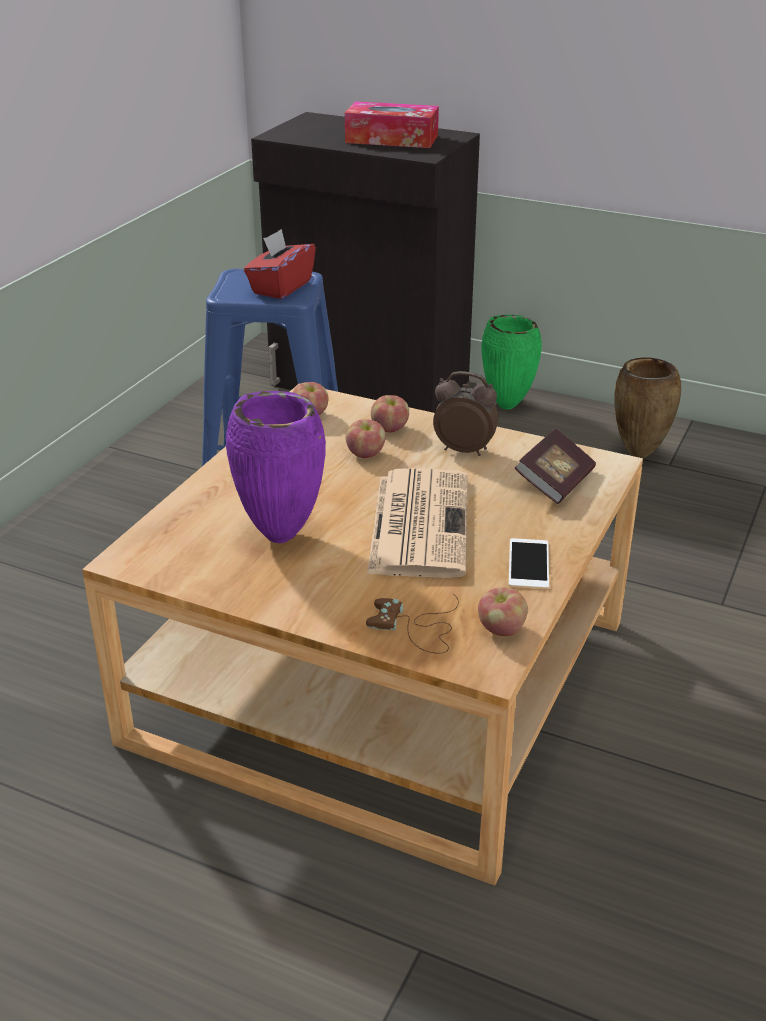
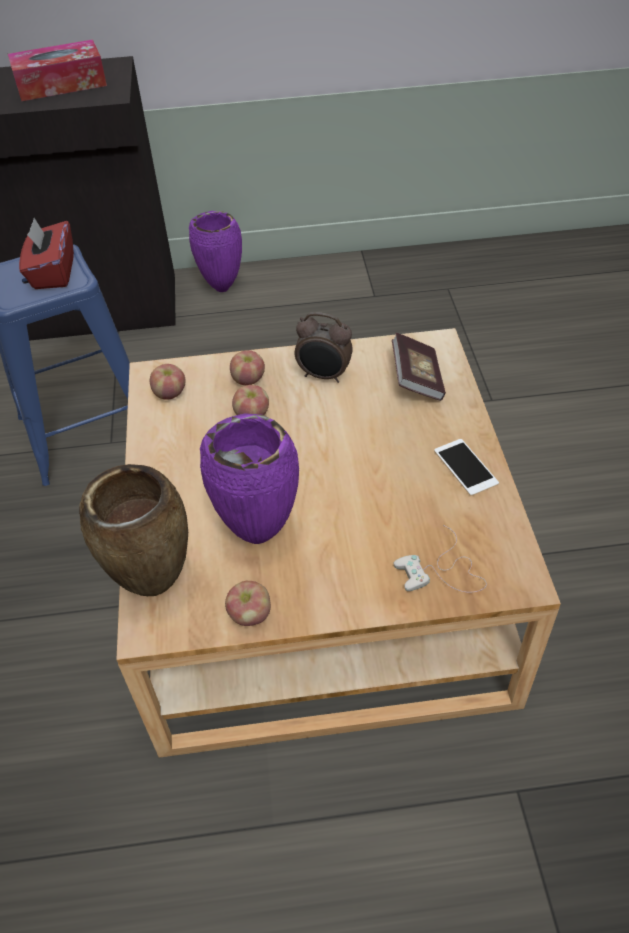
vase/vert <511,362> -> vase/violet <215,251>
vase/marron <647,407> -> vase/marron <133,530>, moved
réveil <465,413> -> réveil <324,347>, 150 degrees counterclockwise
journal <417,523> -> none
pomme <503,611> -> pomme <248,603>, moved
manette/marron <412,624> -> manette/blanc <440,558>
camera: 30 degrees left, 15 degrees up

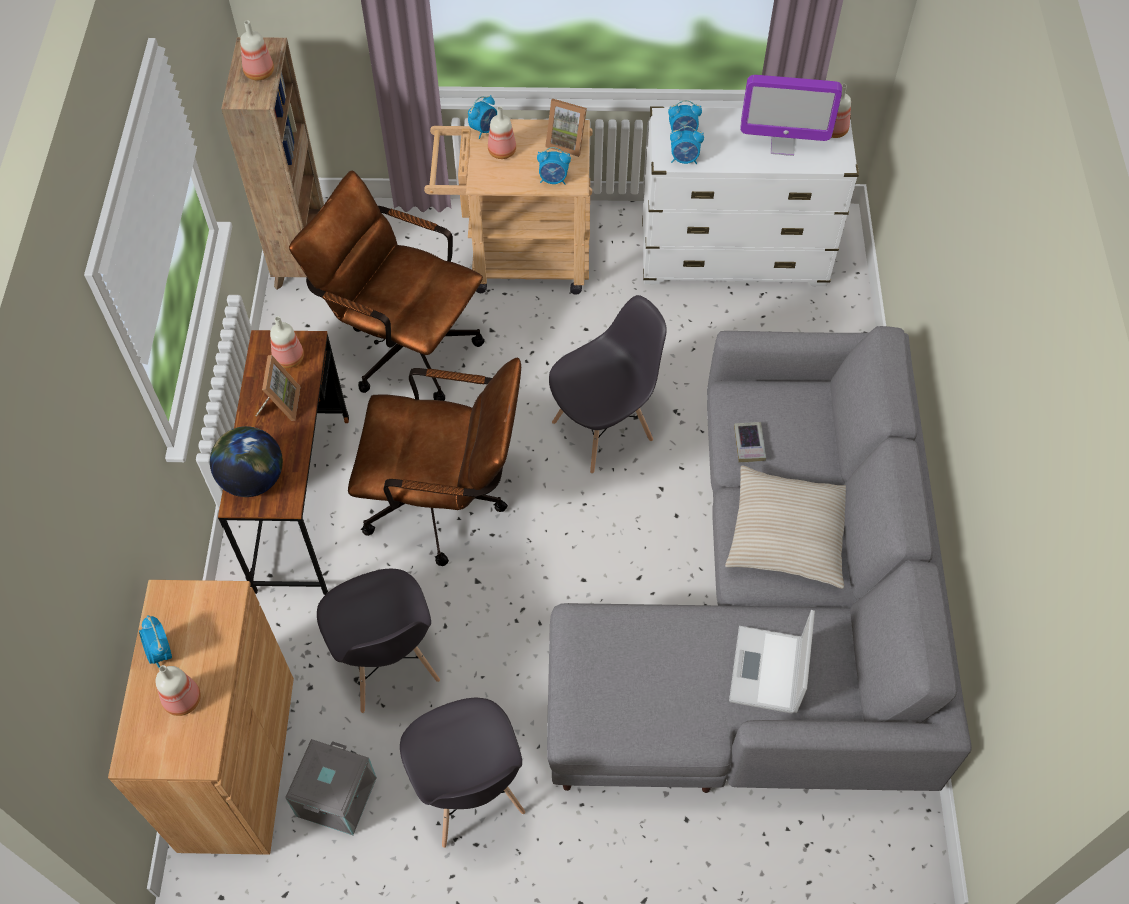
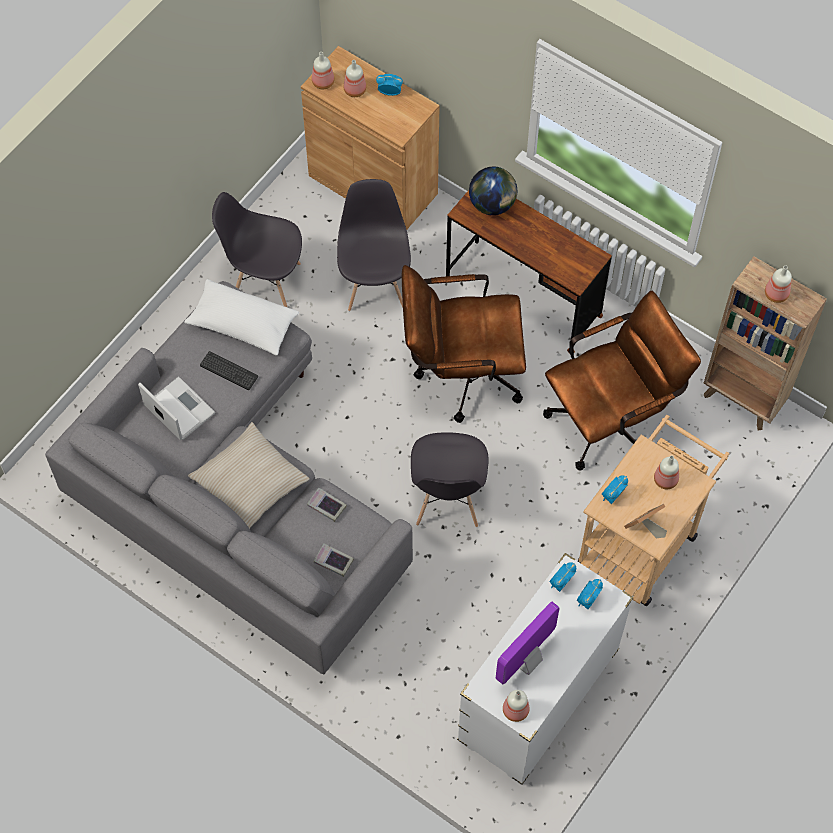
réveil <482,117> -> none
bouteille <287,342> -> bouteille <323,70>, moved
cadre photo <278,388> -> none
chaise de bureau/marron <434,462> -> chaise de bureau/marron <464,344>, 45 degrees clockwise
chaise/gris <378,641> -> chaise/gris <374,245>, 75 degrees clockwise
boîte de rangement/gris <331,787> -> none
none -> coussin/blanc <241,317>
none -> clavier <229,370>
none -> livre <334,560>
camera: 125 degrees right, 5 degrees up

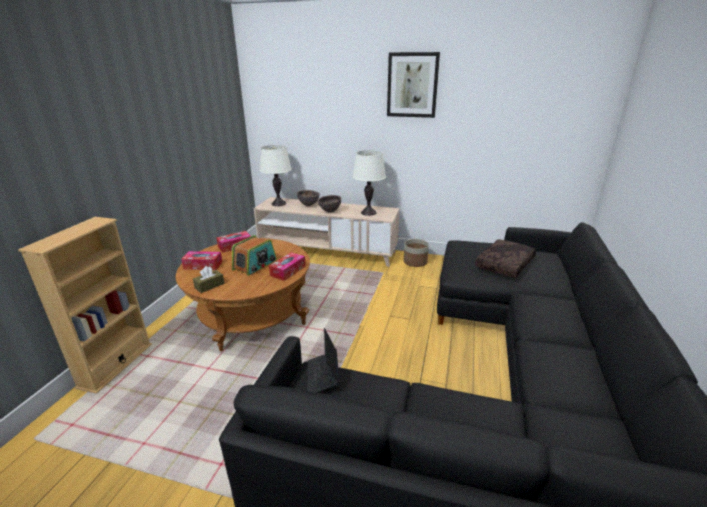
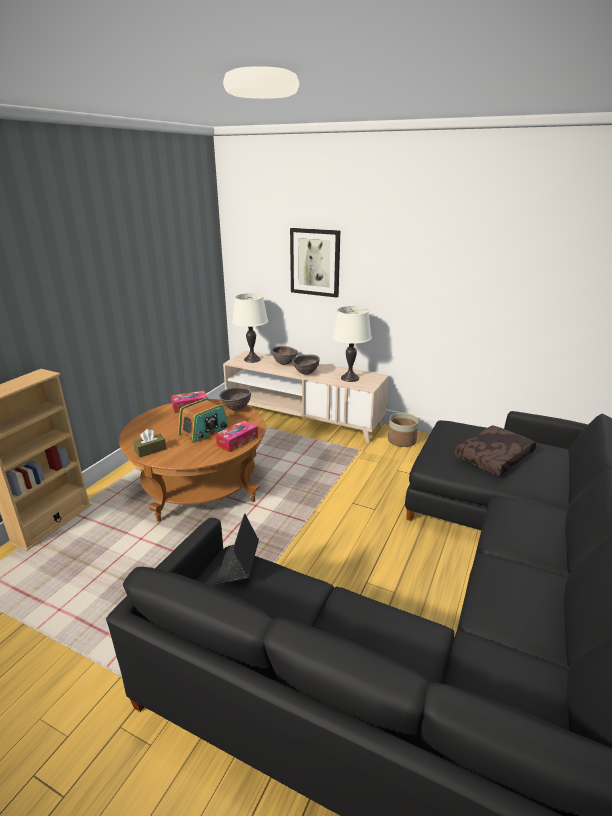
tableau <413,85> -> tableau <315,263>, moved
boîte à mouchoirs <201,260> -> none
none -> bol/marron <235,399>
camera: 10 degrees right, 0 degrees up

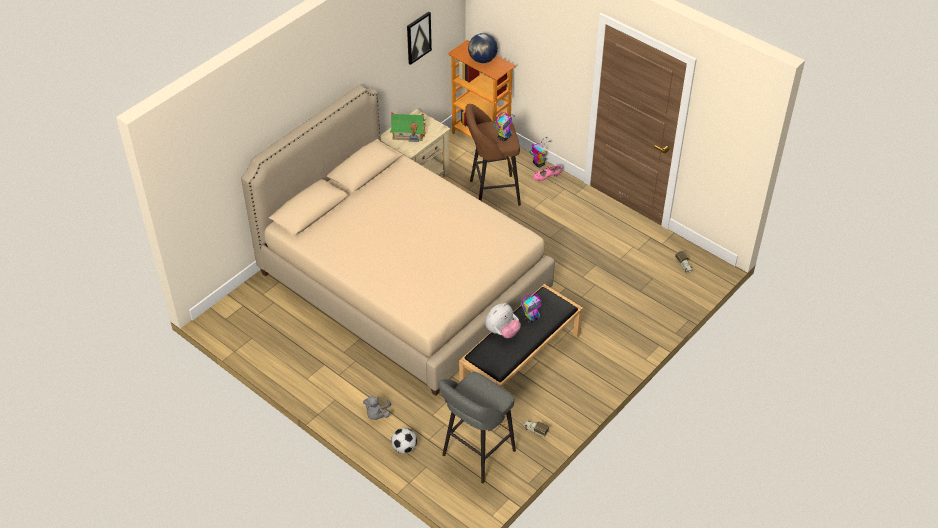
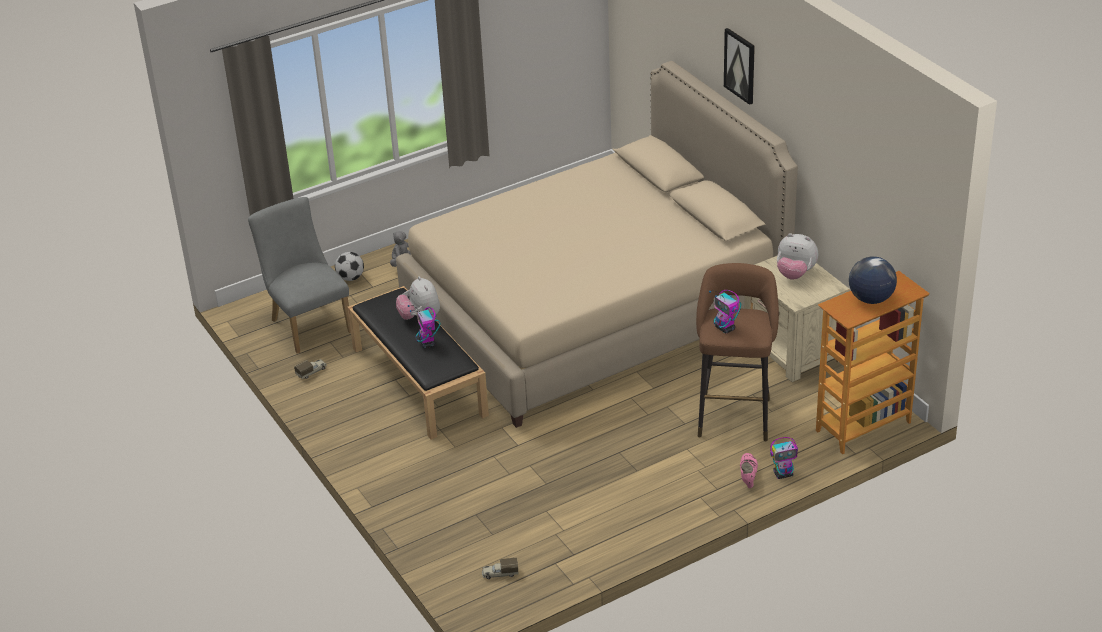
tableau <419,38> -> tableau <739,66>, moved
maison miniature <408,127> -> peluche <797,256>
tabouret/gris <477,427> -> chaise/gris <299,275>
camera: 110 degrees right, 10 degrees down

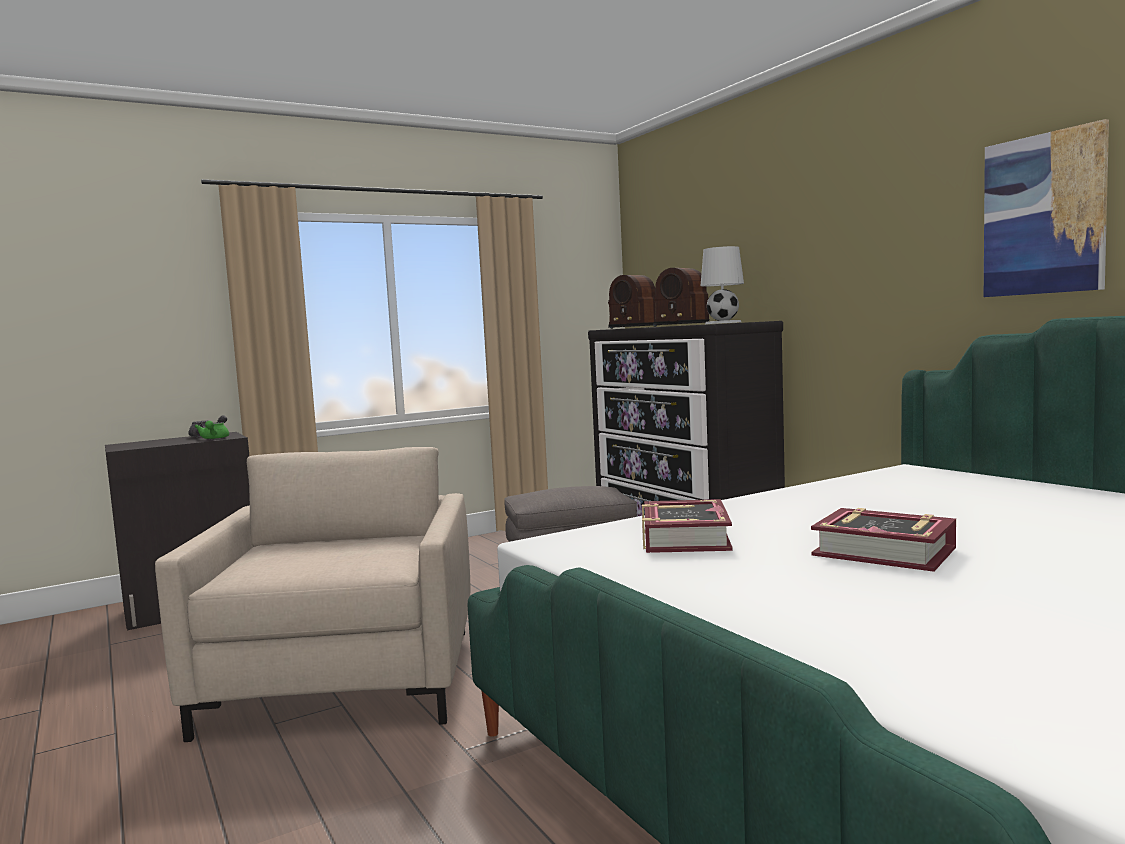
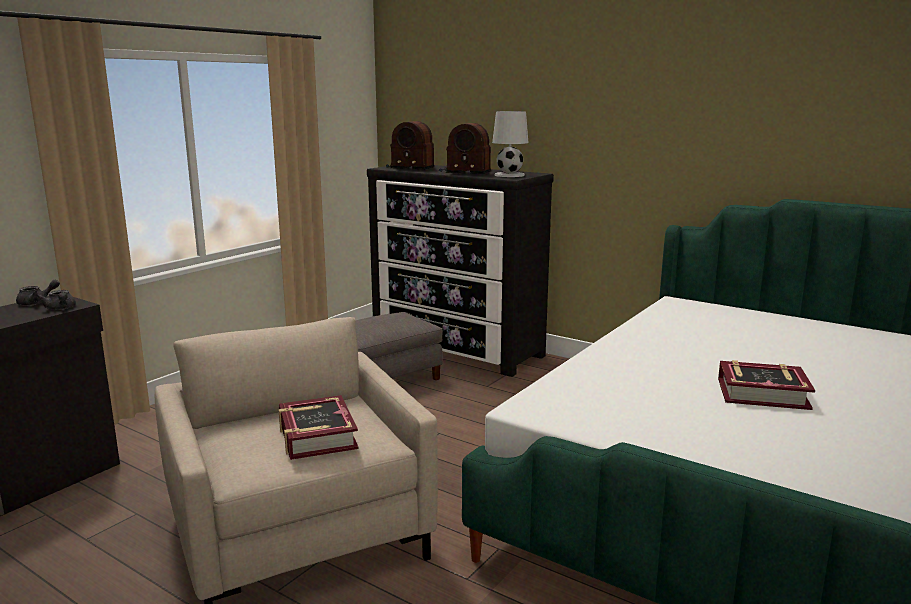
tableau <1046,208> -> none
théière/vert <211,430> -> théière/gris <57,300>
livre <687,526> -> livre <318,427>, moved
camera: 25 degrees left, 10 degrees up

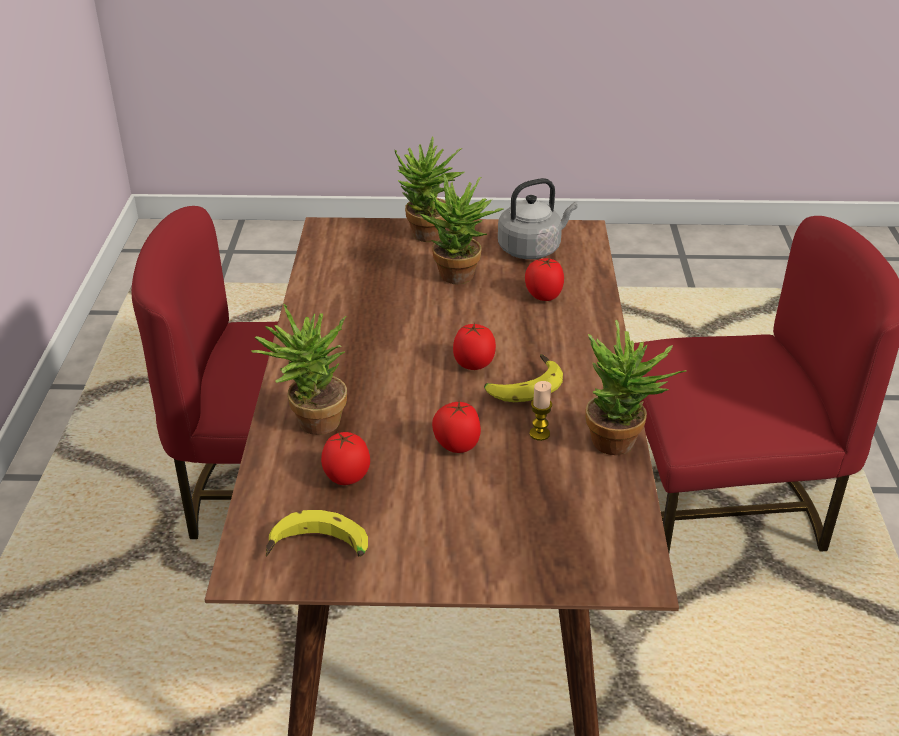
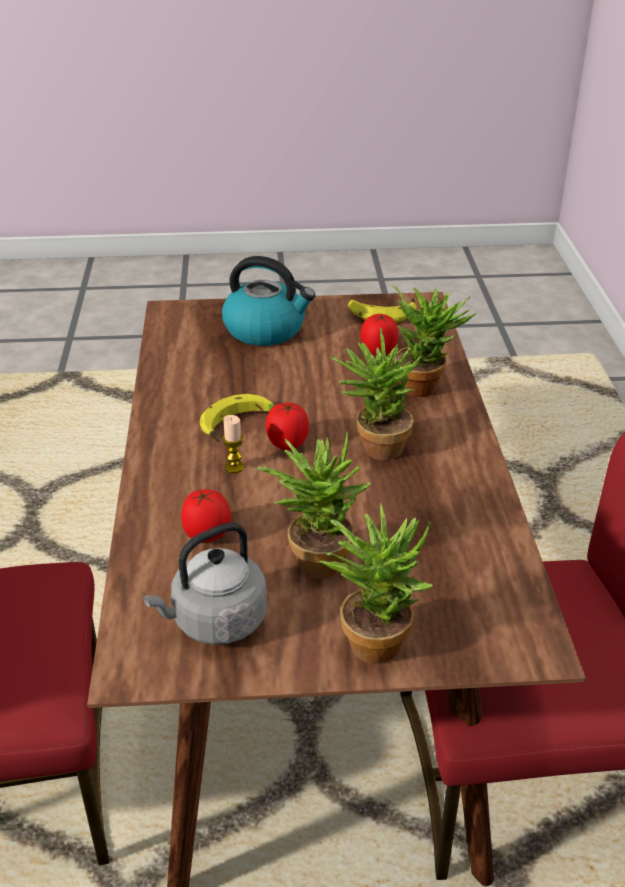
plante en pot <636,387> -> plante en pot <376,393>, moved
bougie <541,411> -> bougie <233,444>, moved
tomate <456,427> -> none
none -> bouilloire <268,301>
camera: 175 degrees right, 0 degrees up

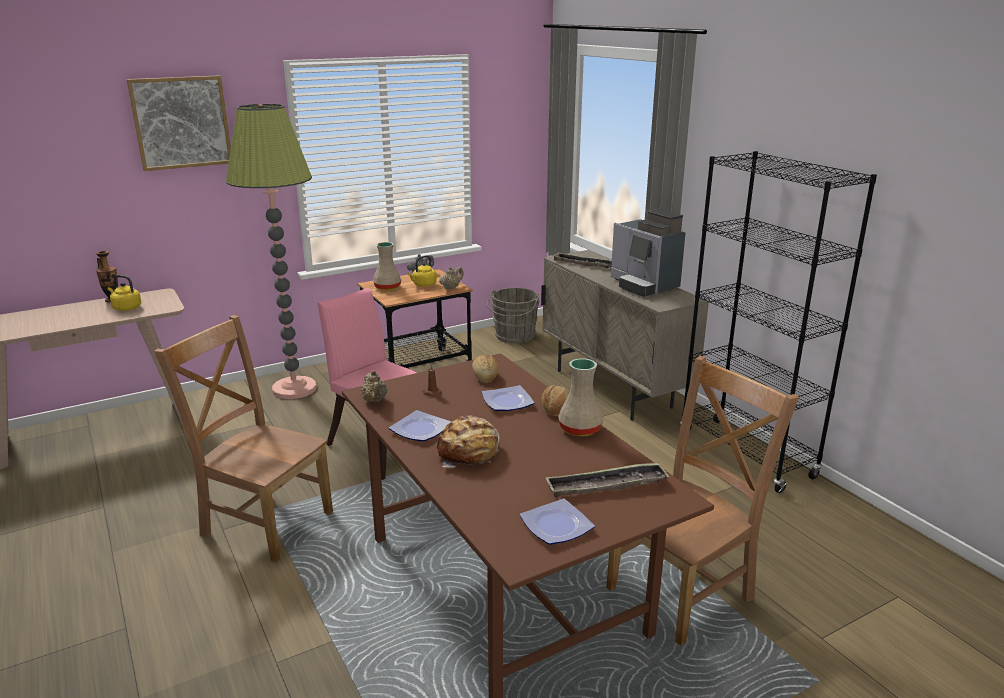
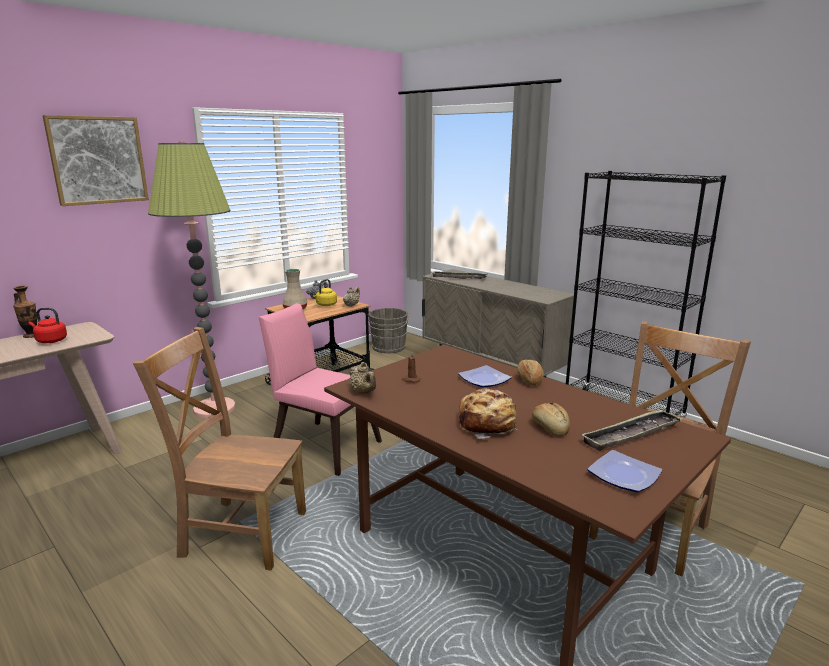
machine à café <648,253> -> none
bouilloire/jaune <124,293> -> bouilloire/rouge <48,325>
pain <485,369> -> pain <551,419>, moved
vase/beige <580,397> -> none
assiette <420,426> -> none
camera: 15 degrees left, 5 degrees down

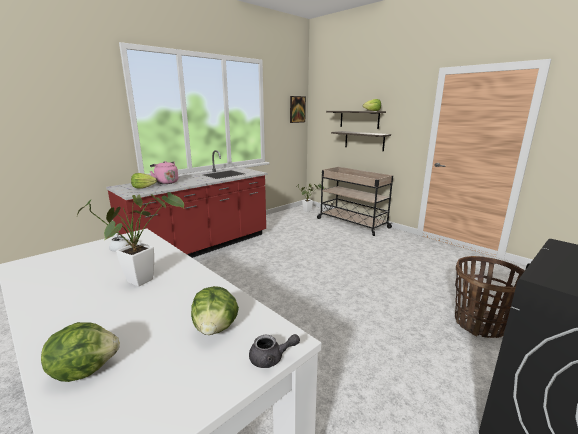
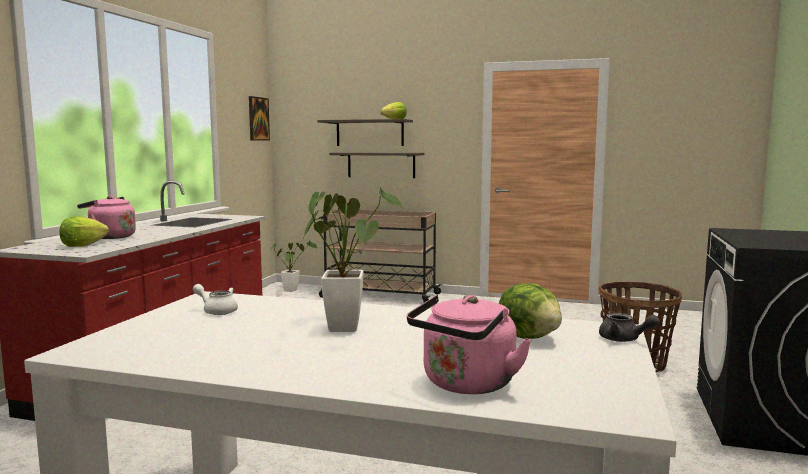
laitue <80,352> -> bouilloire/rose <469,344>
théière/gris <274,351> -> théière/gris <629,327>, 75 degrees clockwise
camera: 30 degrees left, 10 degrees down

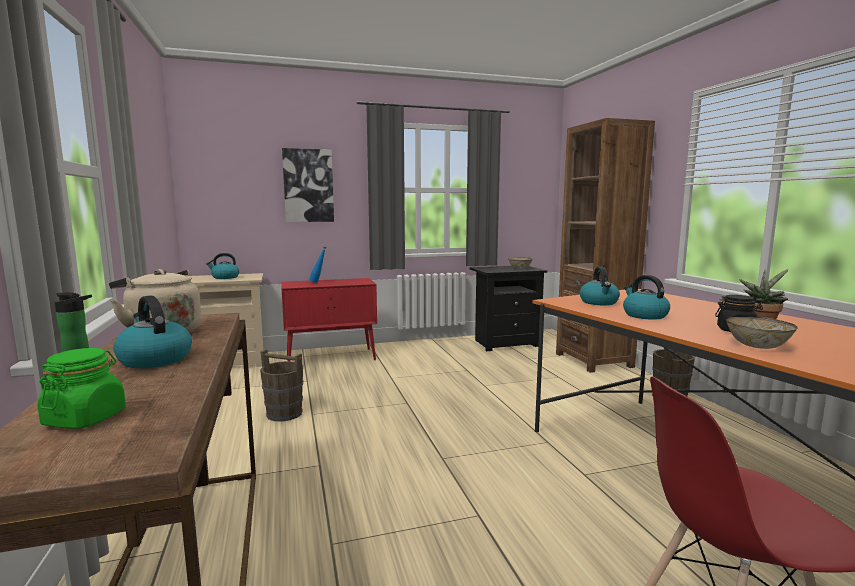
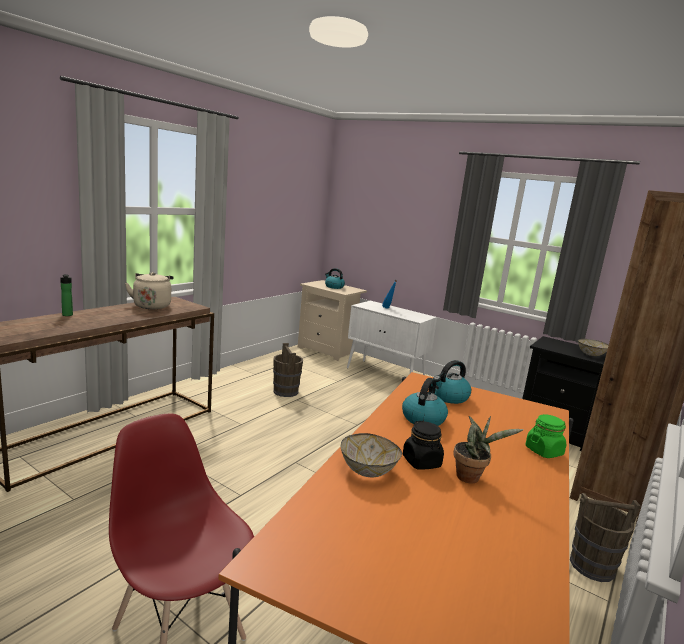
tableau <308,185> -> none
meuble de rangement/rouge <329,319> -> meuble de rangement/blanc <392,338>
bouilloire <152,332> -> none
bocal/vert <81,388> -> bocal/vert <546,436>, moved
camera: 50 degrees right, 5 degrees up

